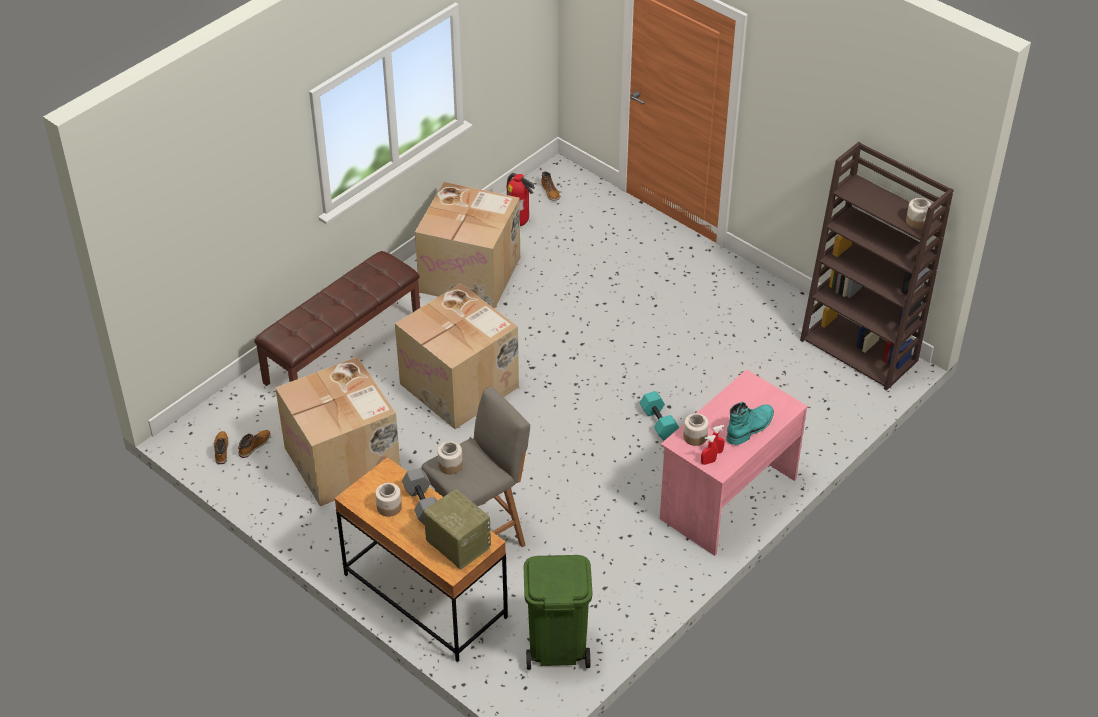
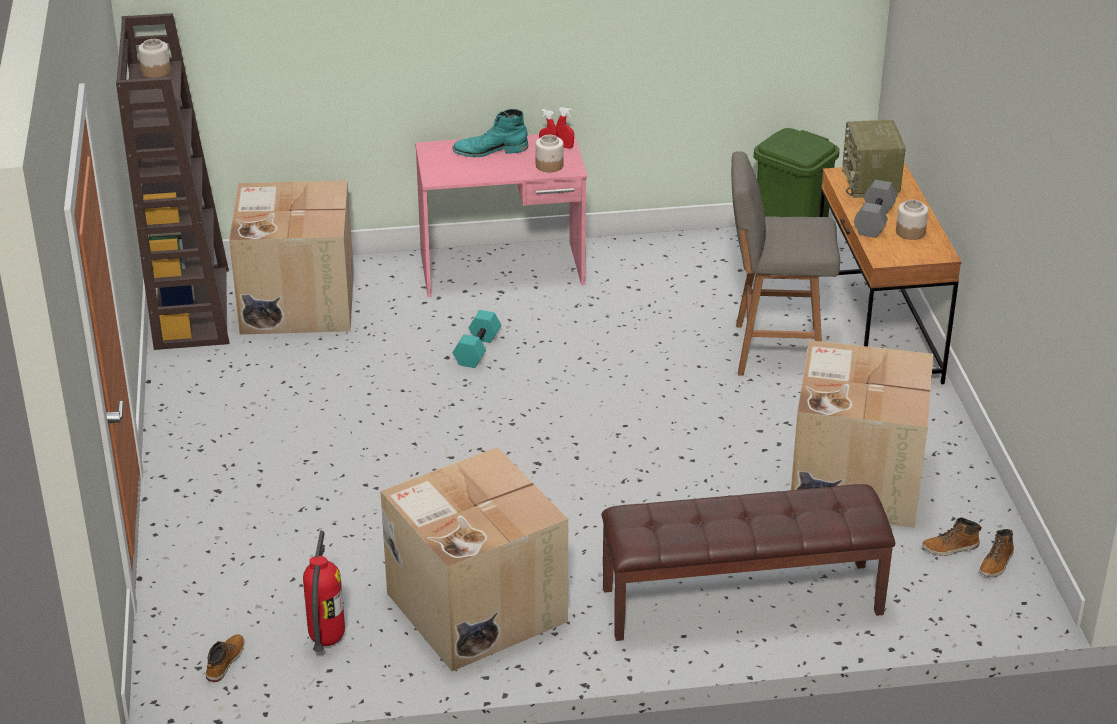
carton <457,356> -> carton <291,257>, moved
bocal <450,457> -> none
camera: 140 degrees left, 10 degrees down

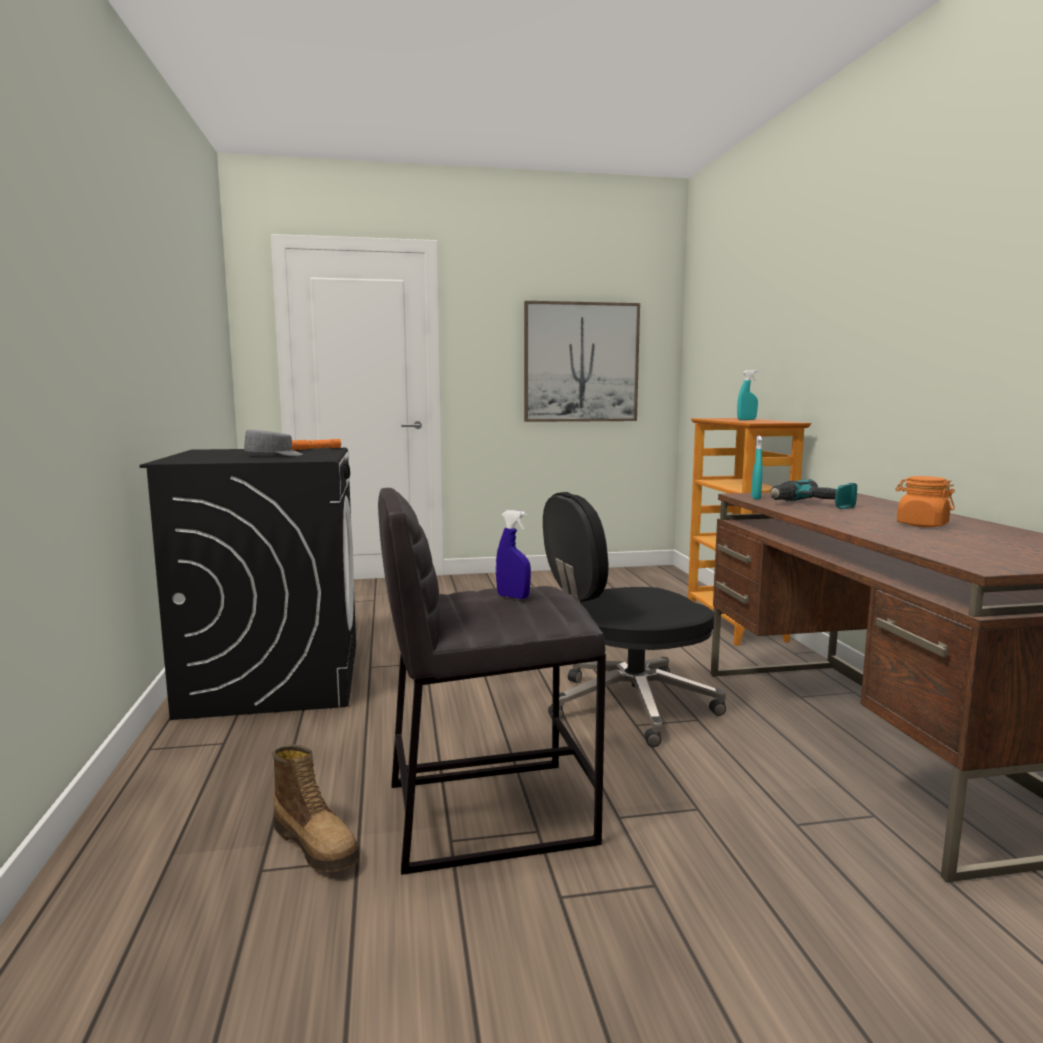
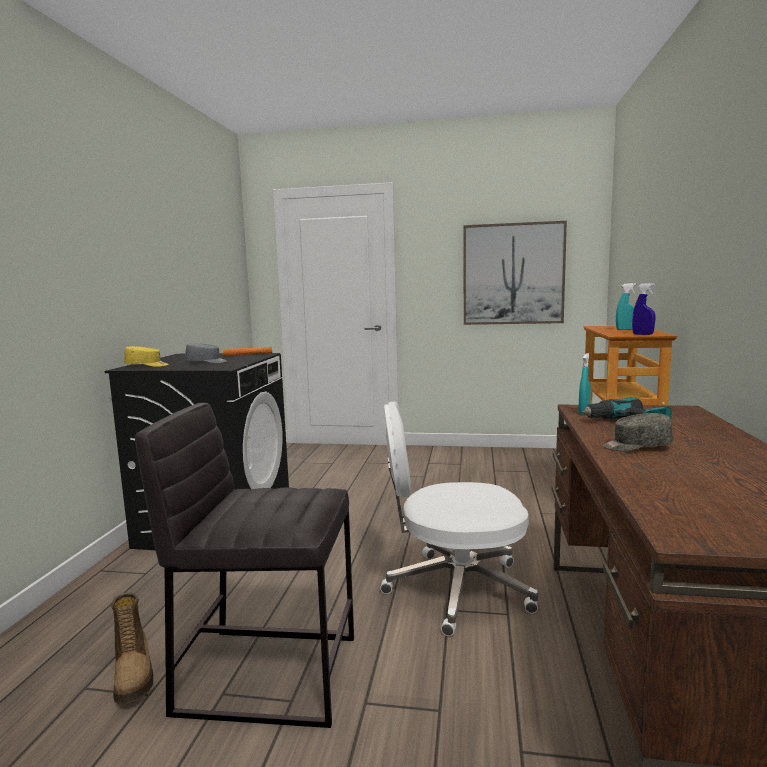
bocal/orange <925,501> -> none
chaise de bureau/noir <634,619> -> chaise de bureau/blanc <459,518>
vaporisateur/bleu <513,554> -> vaporisateur/bleu <644,309>, moved
none -> casquette/jaune <146,356>
none -> casquette/gris <637,432>
camera: 20 degrees right, 0 degrees up

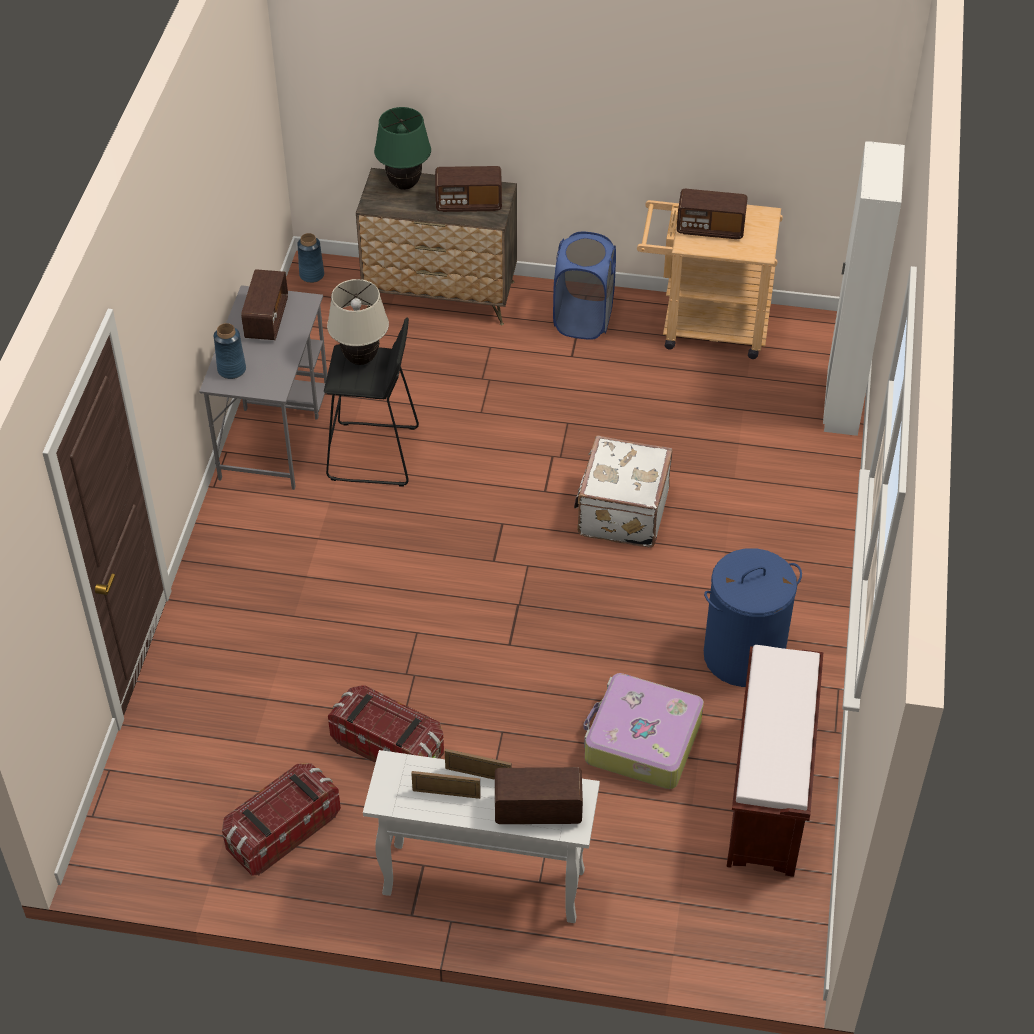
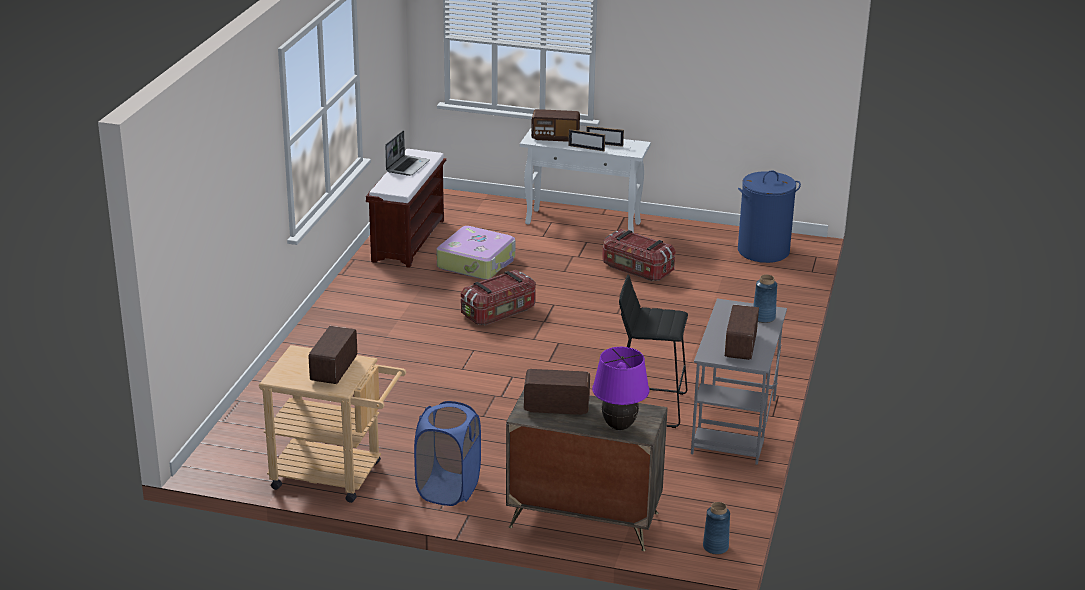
lampe de table/vert <402,148> -> lampe de table/violet <620,388>
armoire/blanc <864,288> -> none
radio <712,214> -> radio <333,355>, 90 degrees counterclockwise
lampe de table/beige <358,322> -> none
valise/blanc <623,491> -> none
panier à linge/bleu <753,617> -> panier à linge/bleu <769,216>, moved
boîte de rangement <281,819> -> boîte de rangement <498,297>, moved
none -> ordinateur portable <407,153>
camera: 175 degrees left, 20 degrees down

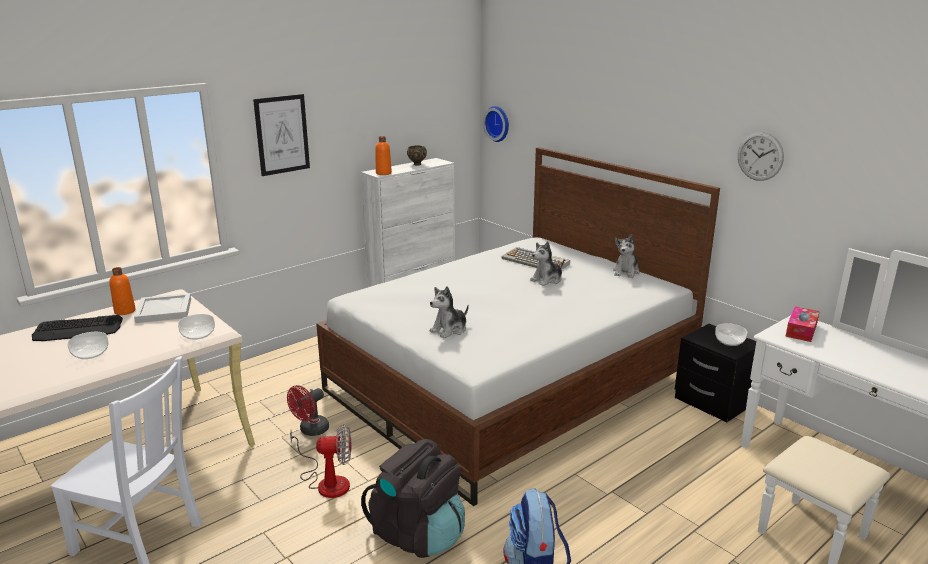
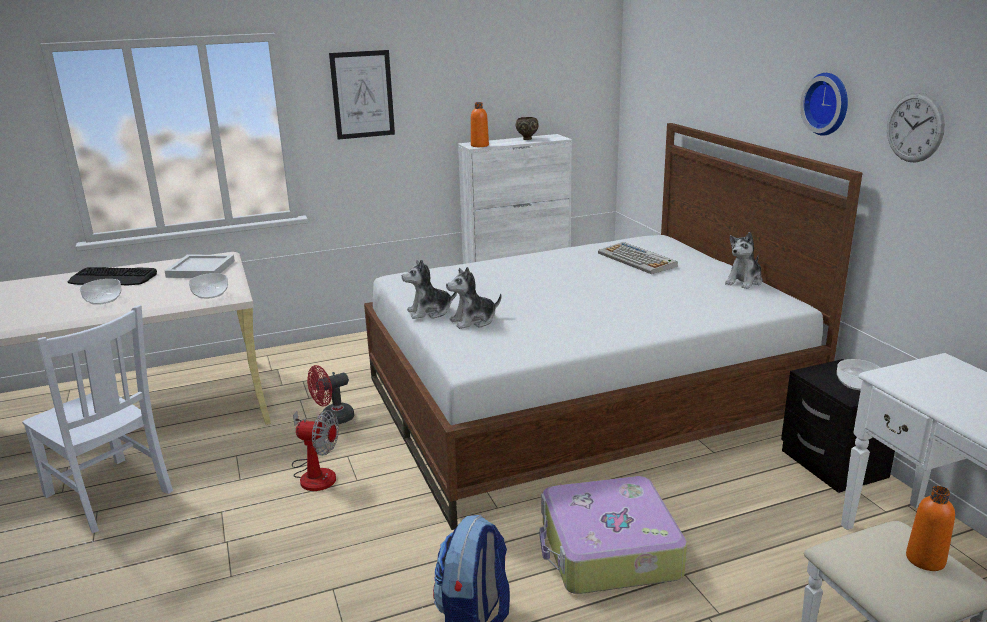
horloge murale <496,124> -> horloge murale <824,104>, moved
peluche <547,263> -> peluche <429,289>, moved
bouteille/orange <122,291> -> bouteille/orange <930,528>, moved
boîte à mouchoirs <802,324> -> none
sac à dos/noir <413,498> -> none
none -> valise <613,535>
camera: 20 degrees right, 0 degrees up

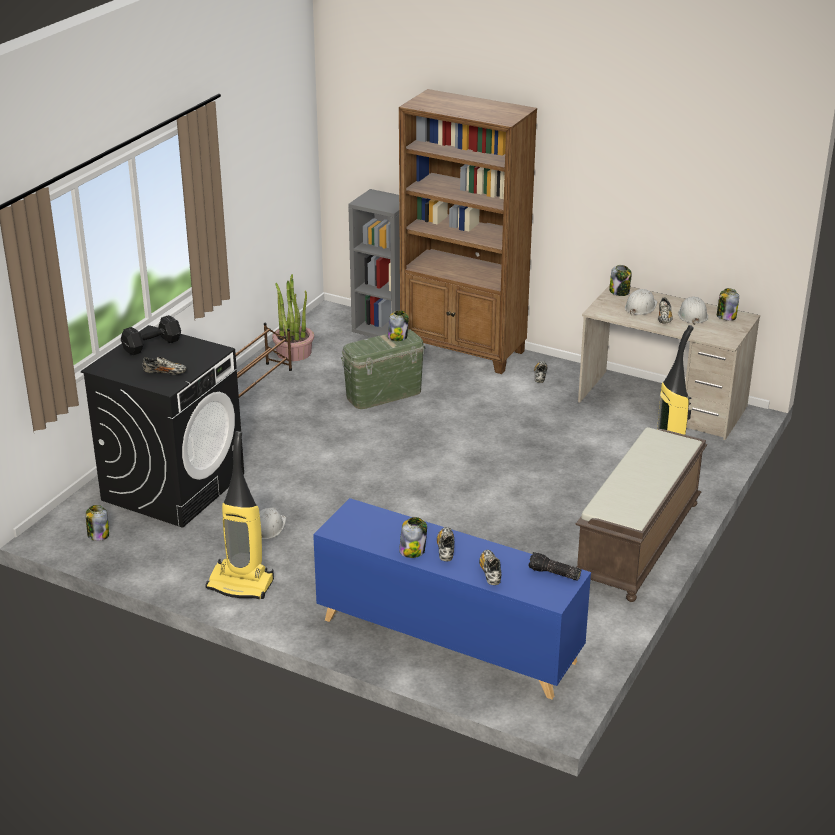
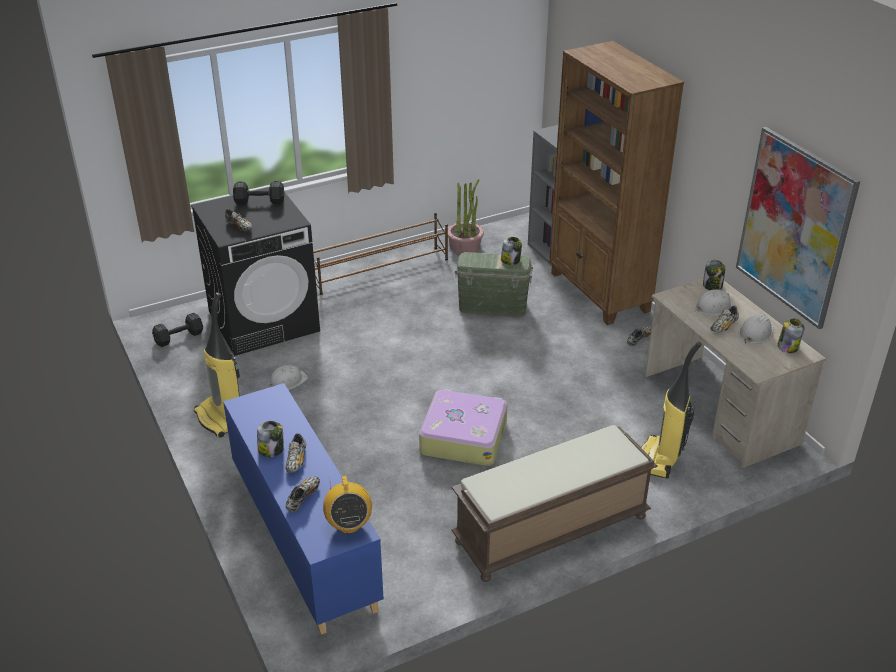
bocal <97,523> -> haltère/noir <177,330>
chaussure <445,544> -> chaussure <296,453>, 150 degrees clockwise
lampe de poche <554,566> -> radio <347,505>
none -> tableau <798,228>
none -> valise <463,427>
camera: 35 degrees right, 5 degrees up

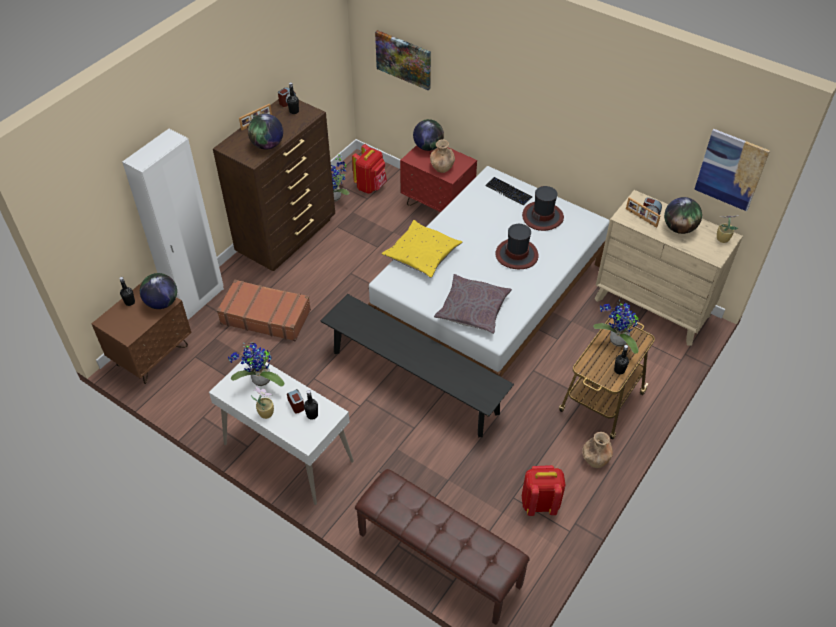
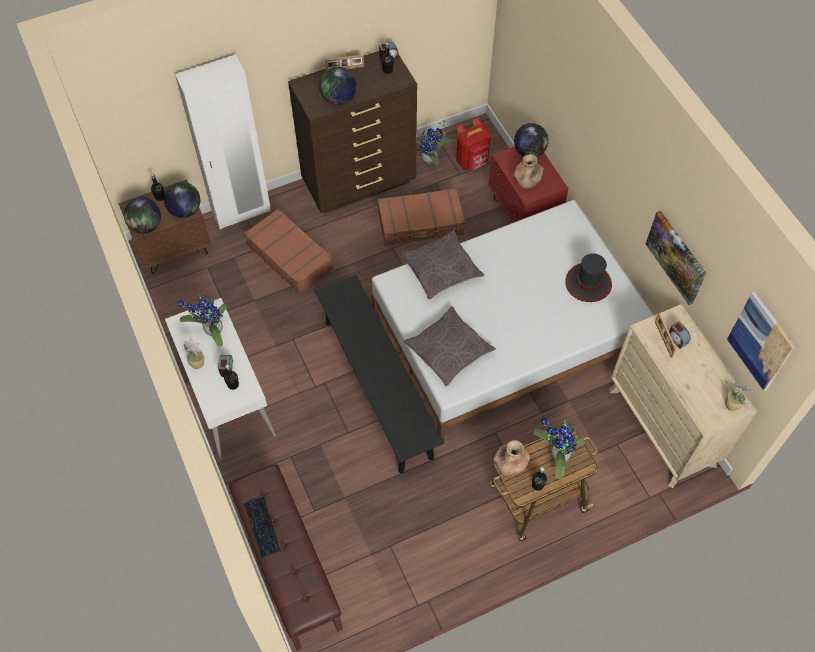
tableau <403,60> -> tableau <676,258>, moved
clavier <508,191> -> clavier <262,527>, moved
globe <683,215> -> globe <142,215>, moved
coussin/jaune <422,249> -> coussin/gris <442,264>
chapeau <516,246> -> none
vase/marron <598,450> -> vase/marron <512,458>, moved
sac à dos/rouge <544,490> -> none
none -> valise/marron <421,217>
camera: 30 degrees right, 10 degrees up

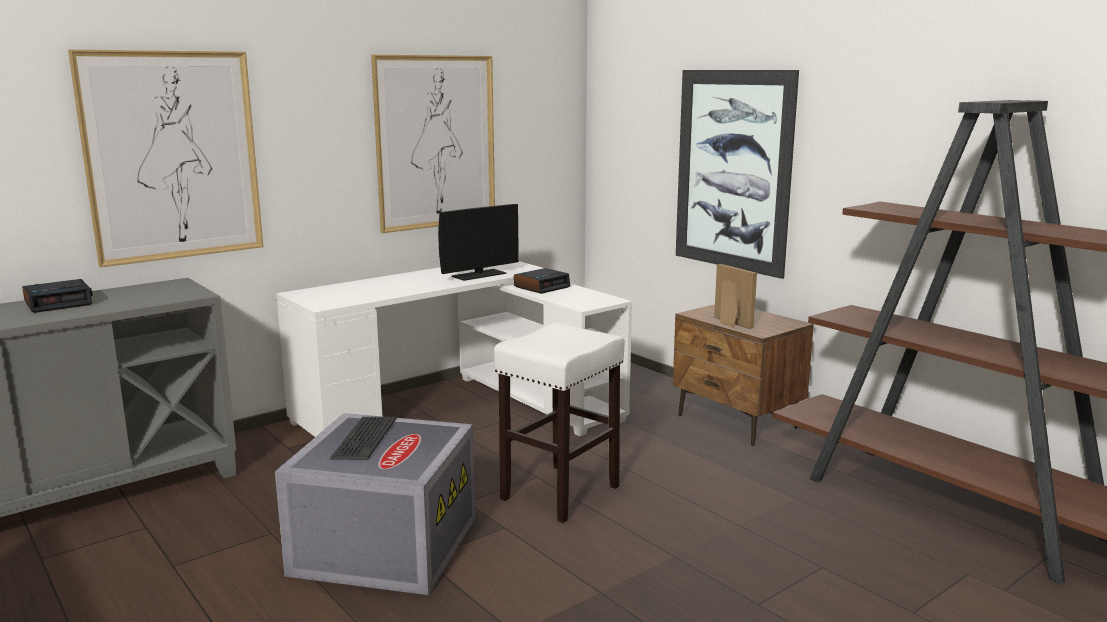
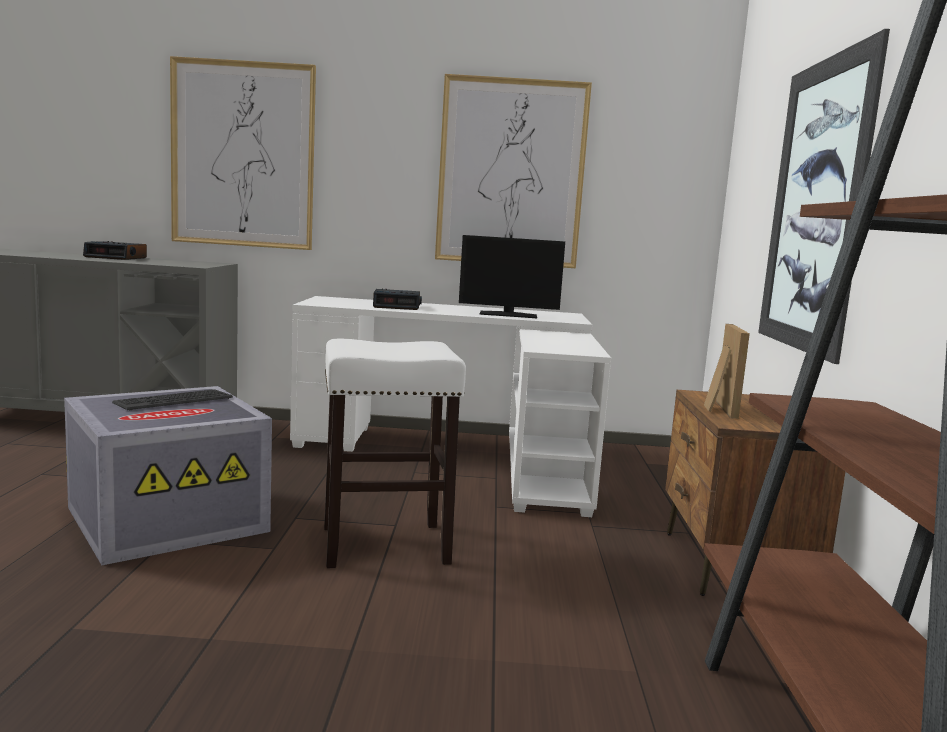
réveil <542,281> -> réveil <397,299>, moved
camera: 40 degrees right, 5 degrees down

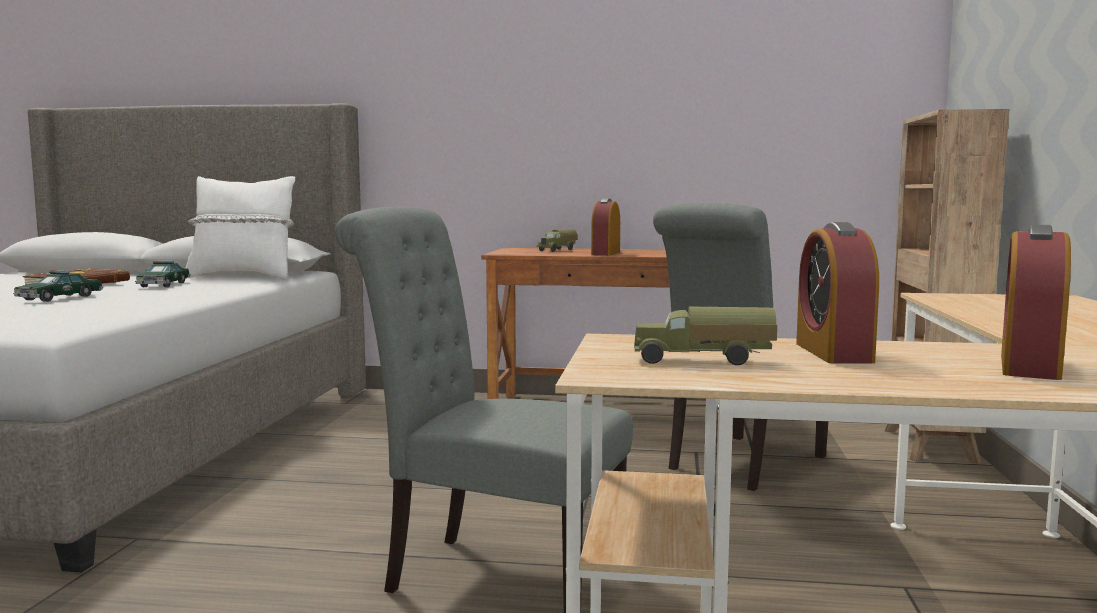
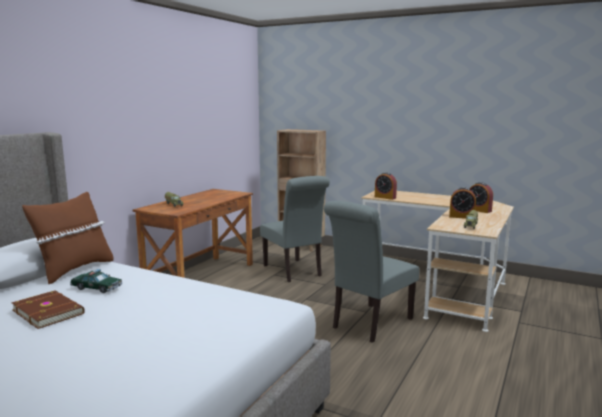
coussin/blanc <240,227> -> coussin/marron <68,238>
réveil <605,227> -> réveil <386,186>, moved
petite voiture <58,286> -> none
camera: 70 degrees left, 5 degrees up

